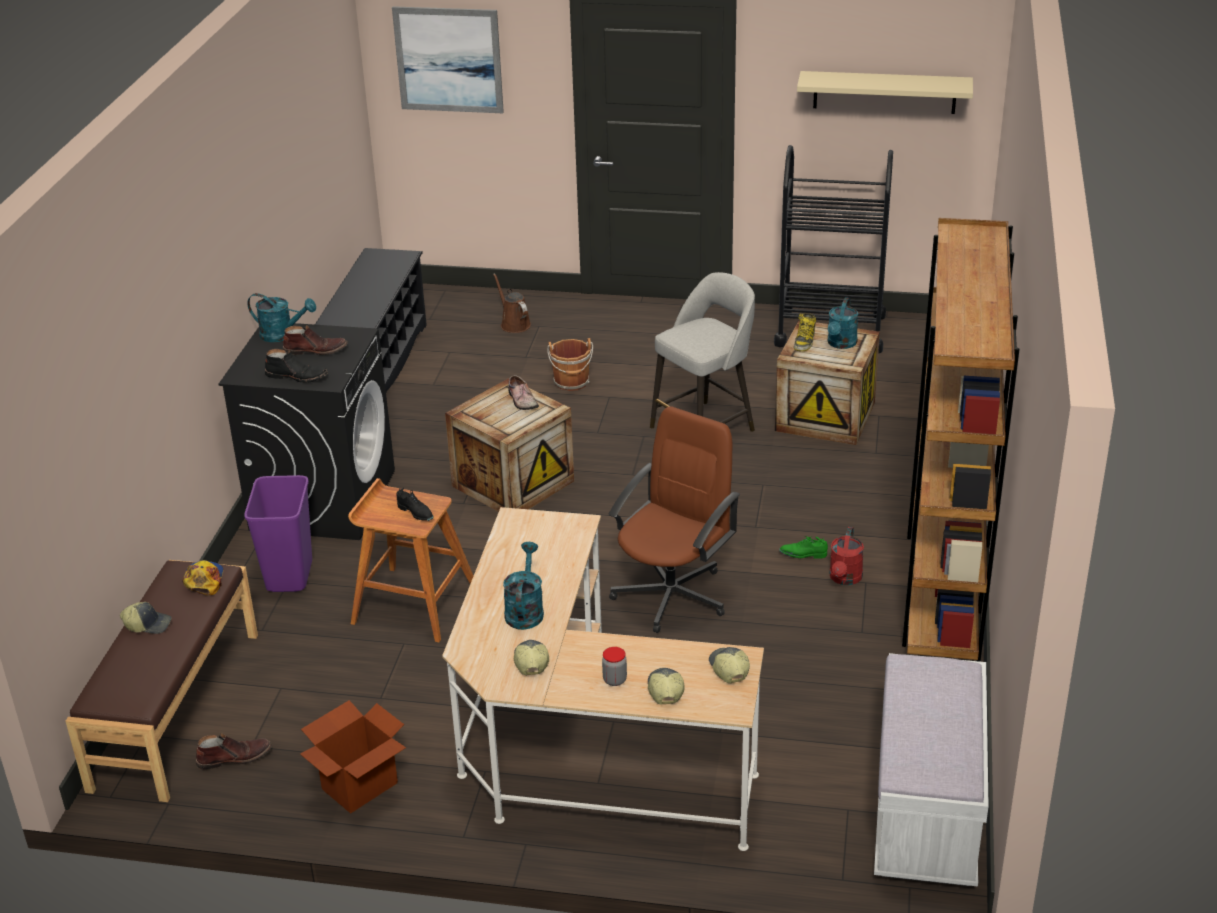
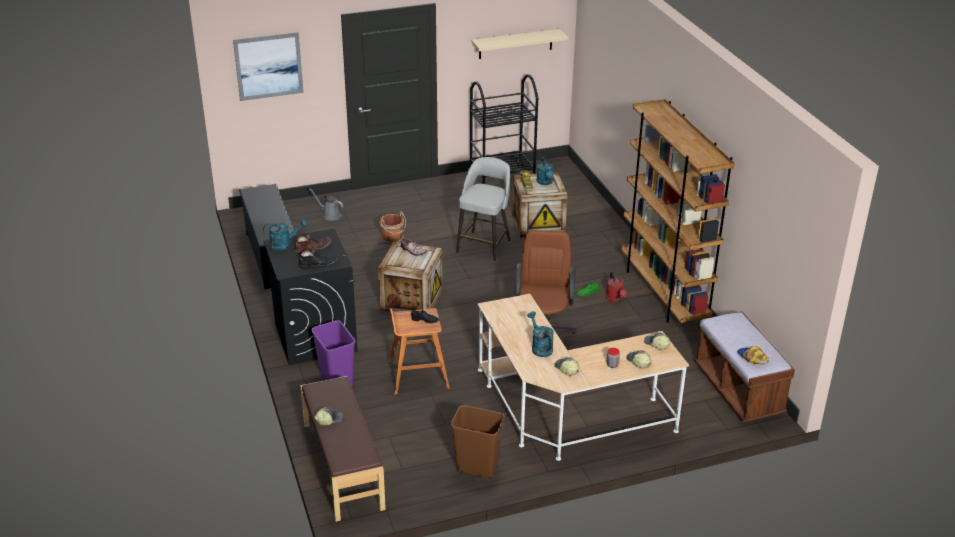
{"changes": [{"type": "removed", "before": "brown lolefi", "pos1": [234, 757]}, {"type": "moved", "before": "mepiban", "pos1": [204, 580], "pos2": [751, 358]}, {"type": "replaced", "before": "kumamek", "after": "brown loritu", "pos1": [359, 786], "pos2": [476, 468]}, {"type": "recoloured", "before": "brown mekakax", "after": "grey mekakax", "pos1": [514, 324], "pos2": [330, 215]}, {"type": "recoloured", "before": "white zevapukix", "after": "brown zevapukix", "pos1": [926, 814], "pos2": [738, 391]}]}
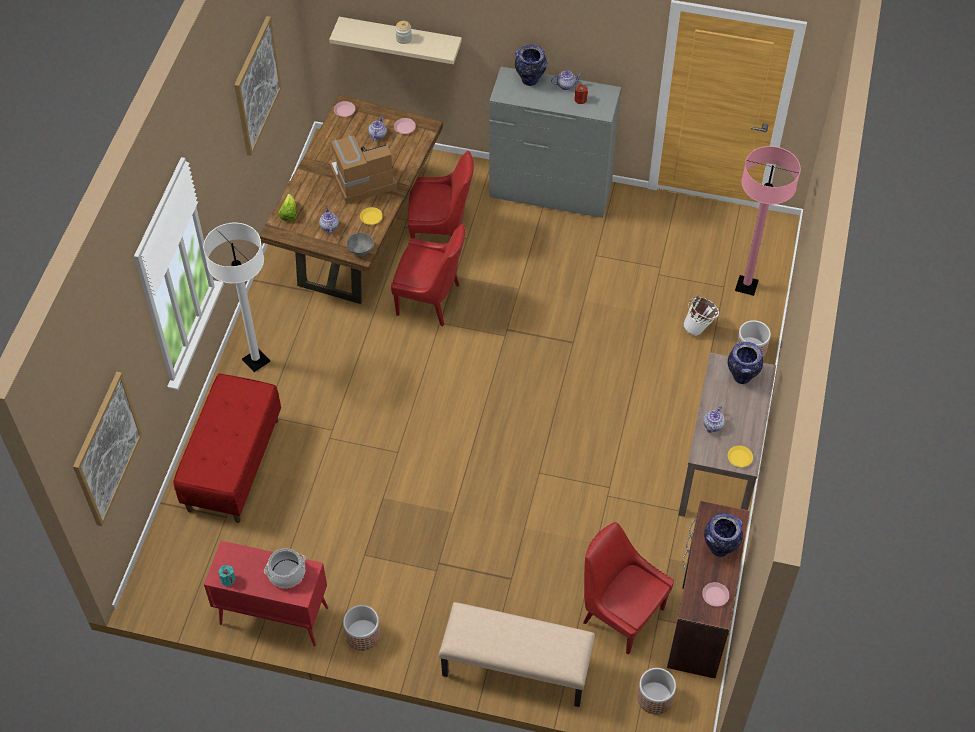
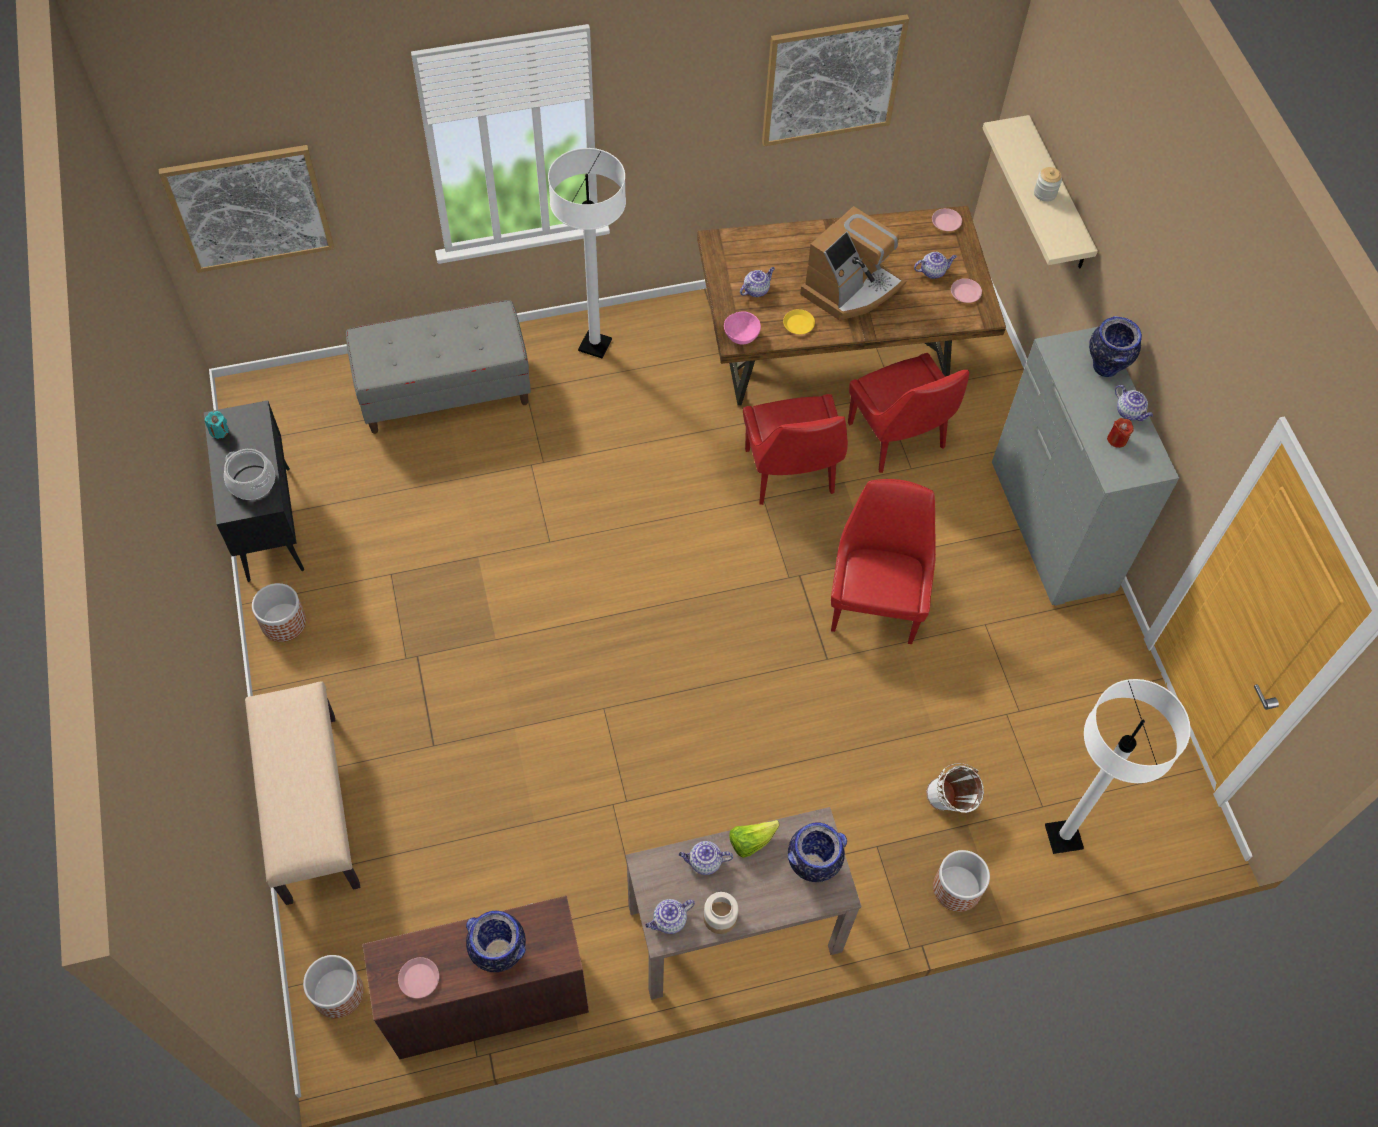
{"changes": [{"type": "added", "after": "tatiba", "pos2": [719, 917]}, {"type": "moved", "before": "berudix", "pos1": [289, 214], "pos2": [751, 841]}, {"type": "moved", "before": "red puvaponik", "pos1": [620, 614], "pos2": [875, 603]}, {"type": "replaced", "before": "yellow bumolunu", "after": "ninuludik", "pos1": [740, 458], "pos2": [669, 921]}, {"type": "recoloured", "before": "red zevapukix", "after": "grey zevapukix", "pos1": [233, 464], "pos2": [445, 391]}, {"type": "recoloured", "before": "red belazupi", "after": "black belazupi", "pos1": [273, 616], "pos2": [268, 523]}, {"type": "recoloured", "before": "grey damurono", "after": "pink damurono", "pos1": [361, 250], "pos2": [741, 337]}, {"type": "recoloured", "before": "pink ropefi", "after": "white ropefi", "pos1": [746, 286], "pos2": [1063, 837]}, {"type": "turned", "before": "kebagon", "pos1": [362, 180], "pos2": [851, 289], "turn": 90}]}
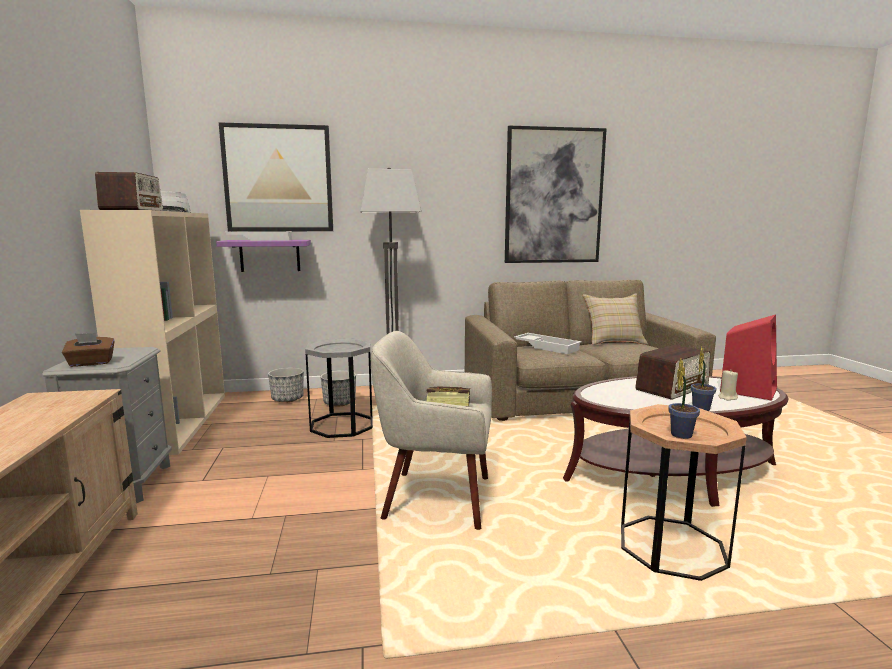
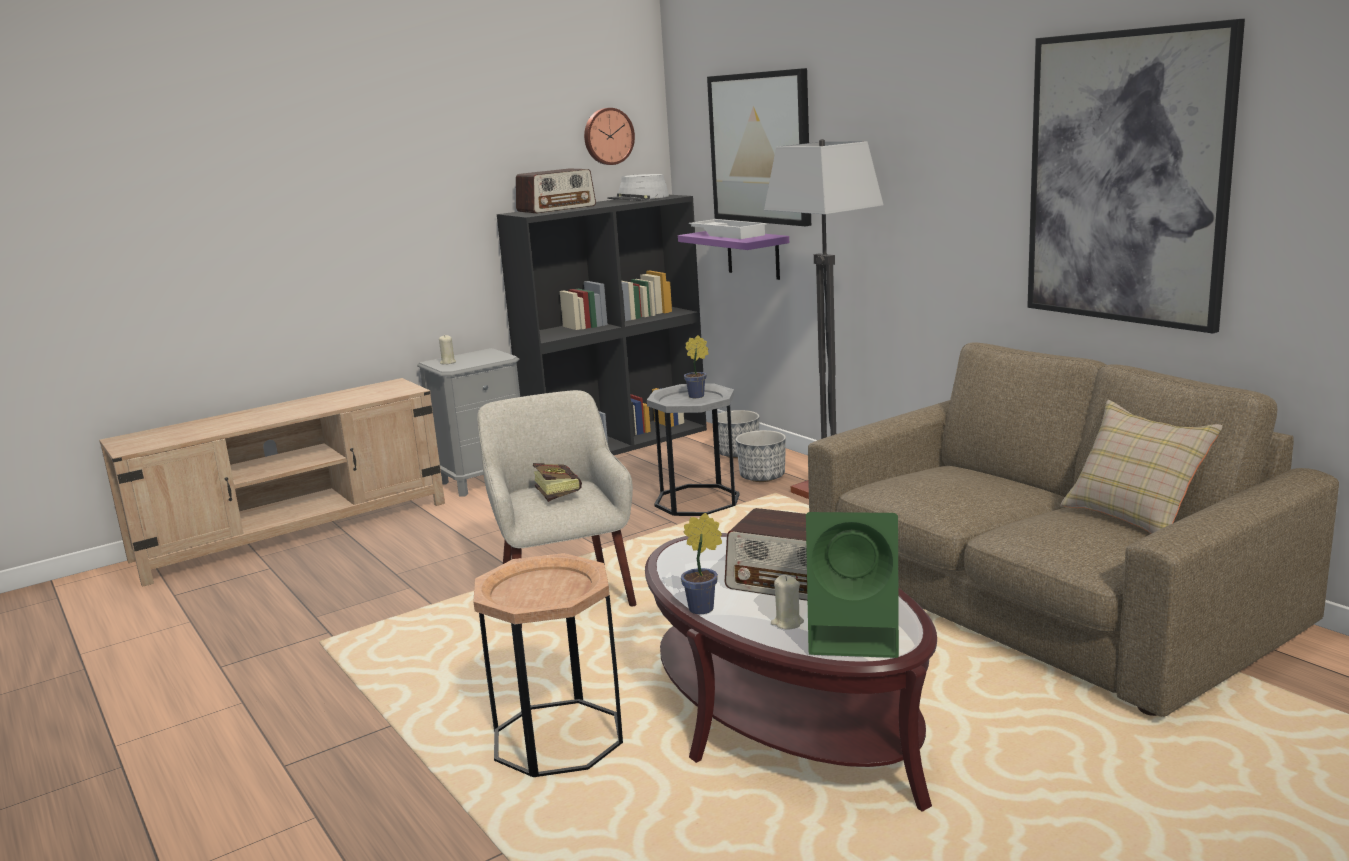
{"changes": [{"type": "removed", "before": "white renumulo", "pos1": [547, 347]}, {"type": "added", "after": "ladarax", "pos2": [607, 136]}, {"type": "moved", "before": "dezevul", "pos1": [681, 434], "pos2": [698, 396]}, {"type": "replaced", "before": "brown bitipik", "after": "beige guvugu", "pos1": [91, 363], "pos2": [448, 362]}, {"type": "recoloured", "before": "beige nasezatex", "after": "black nasezatex", "pos1": [177, 422], "pos2": [617, 443]}, {"type": "recoloured", "before": "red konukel", "after": "green konukel", "pos1": [748, 389], "pos2": [858, 635]}]}
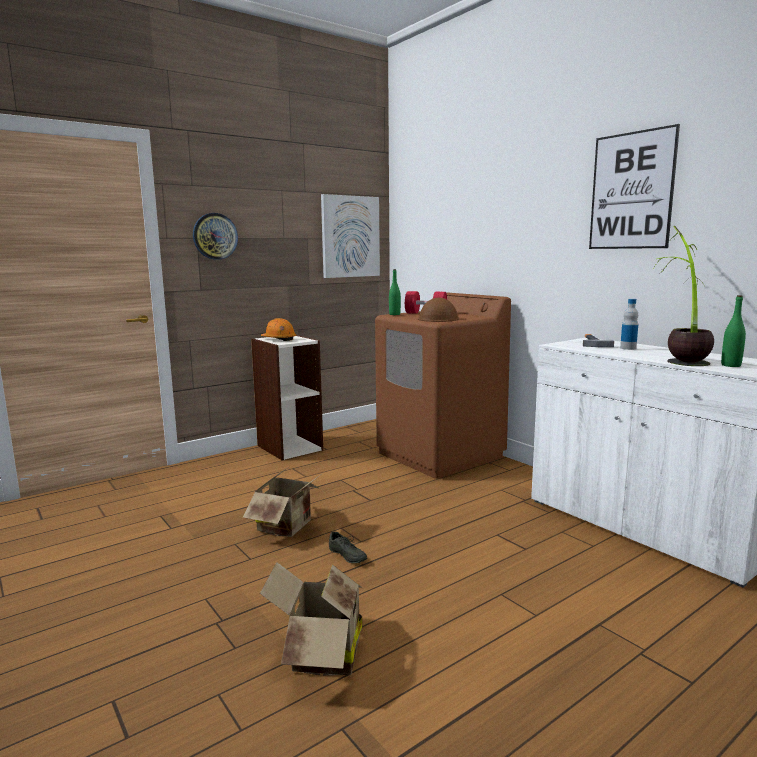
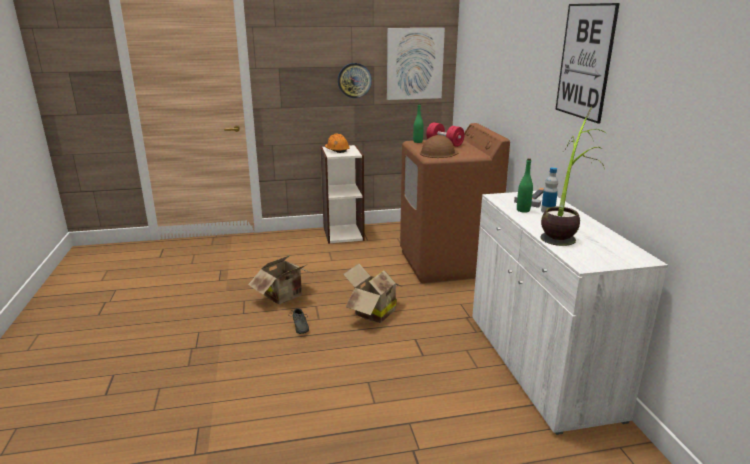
{"changes": [{"type": "moved", "before": "ladarax", "pos1": [215, 236], "pos2": [354, 80]}, {"type": "moved", "before": "kumamek", "pos1": [320, 656], "pos2": [372, 313]}, {"type": "moved", "before": "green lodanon", "pos1": [731, 365], "pos2": [523, 210]}]}
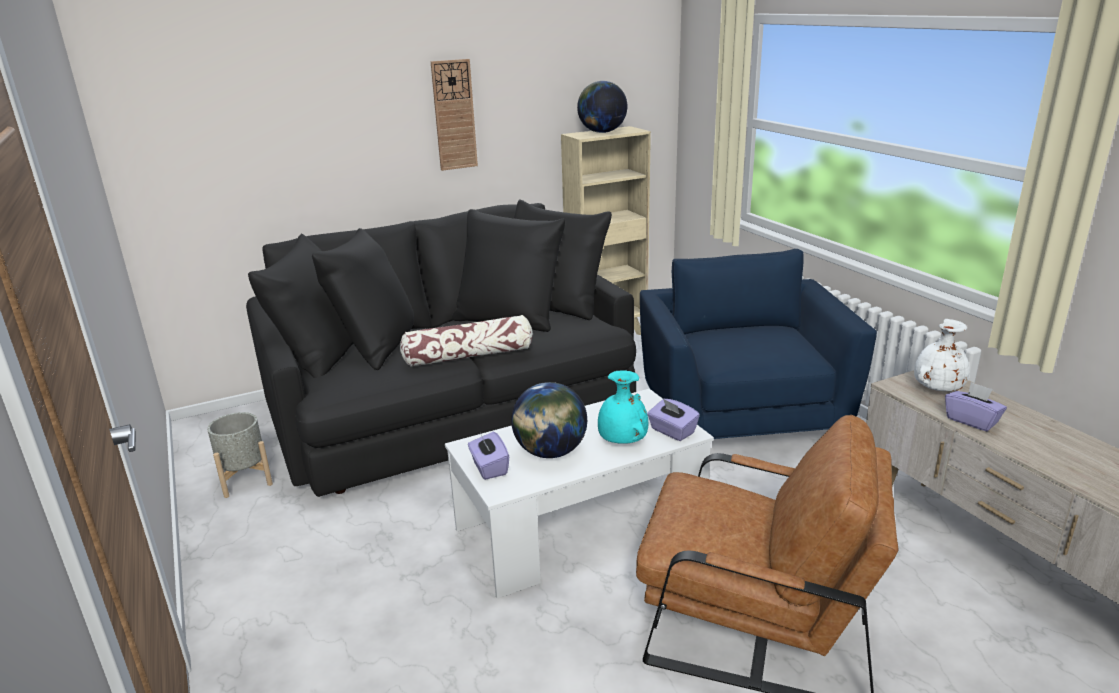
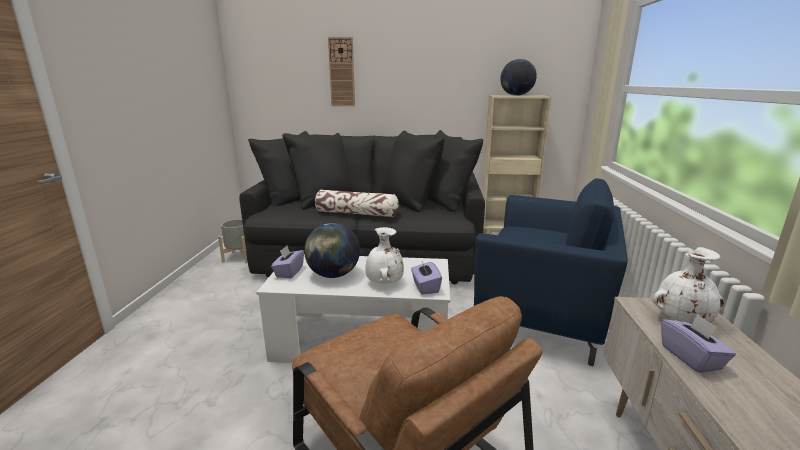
{"changes": [{"type": "moved", "before": "ladarax", "pos1": [454, 115], "pos2": [342, 72]}, {"type": "recoloured", "before": "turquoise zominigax", "after": "white zominigax", "pos1": [622, 441], "pos2": [384, 282]}, {"type": "turned", "before": "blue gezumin", "pos1": [741, 425], "pos2": [543, 316], "turn": 90}]}
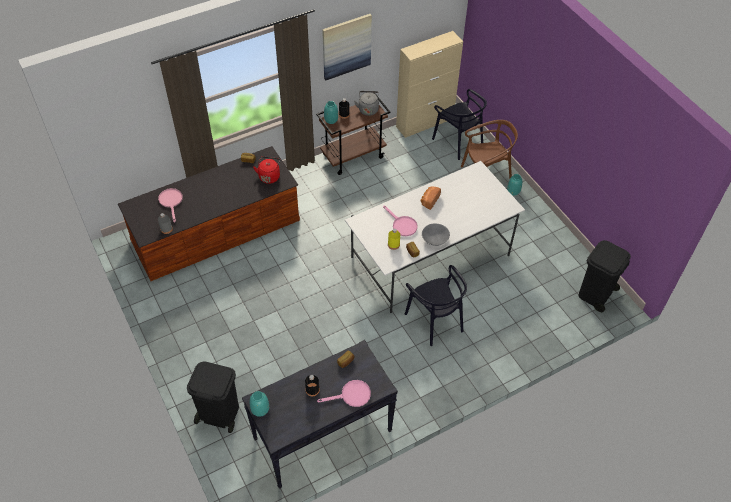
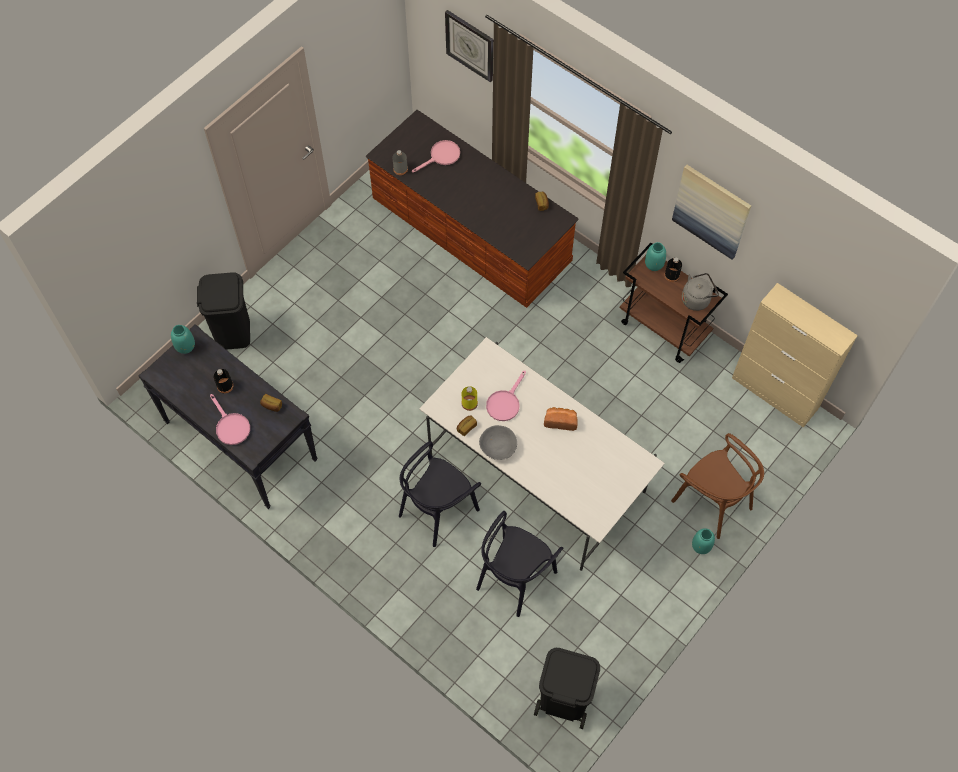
{"changes": [{"type": "removed", "before": "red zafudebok", "pos1": [269, 176]}, {"type": "added", "after": "ladarax", "pos2": [470, 45]}, {"type": "moved", "before": "black puvaponik", "pos1": [458, 141], "pos2": [515, 577]}]}
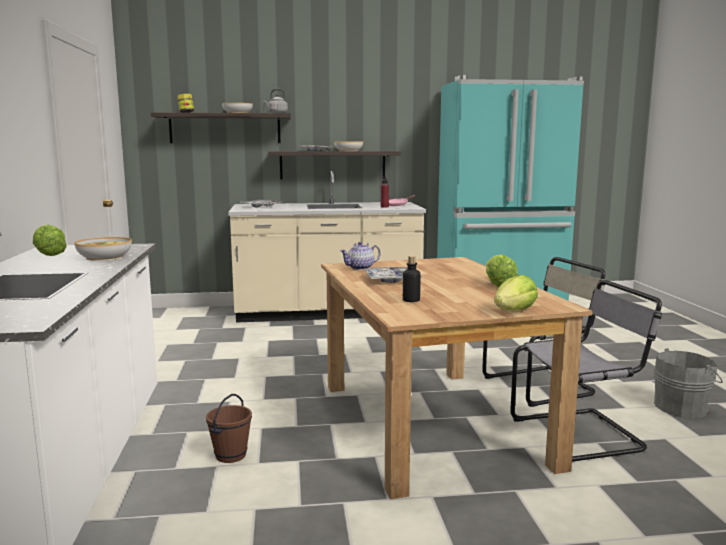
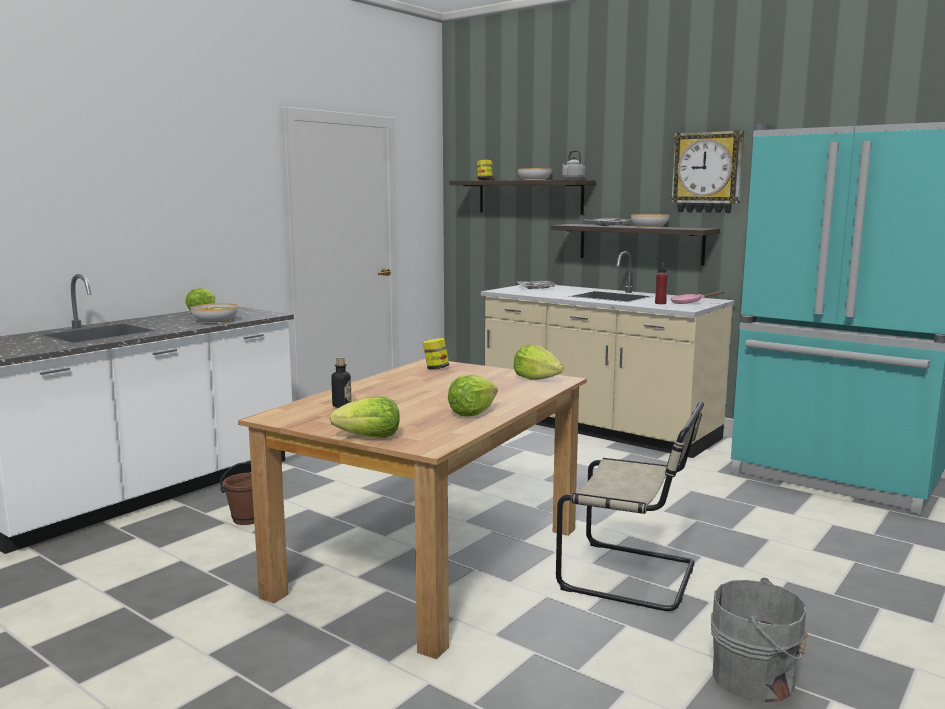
{"changes": [{"type": "removed", "before": "renumulo", "pos1": [391, 280]}, {"type": "removed", "before": "grey puvaponik", "pos1": [580, 434]}, {"type": "added", "after": "berudix", "pos2": [536, 379]}, {"type": "added", "after": "ladarax", "pos2": [707, 172]}, {"type": "replaced", "before": "ninuludik", "after": "tatiba", "pos1": [360, 268], "pos2": [436, 368]}]}
